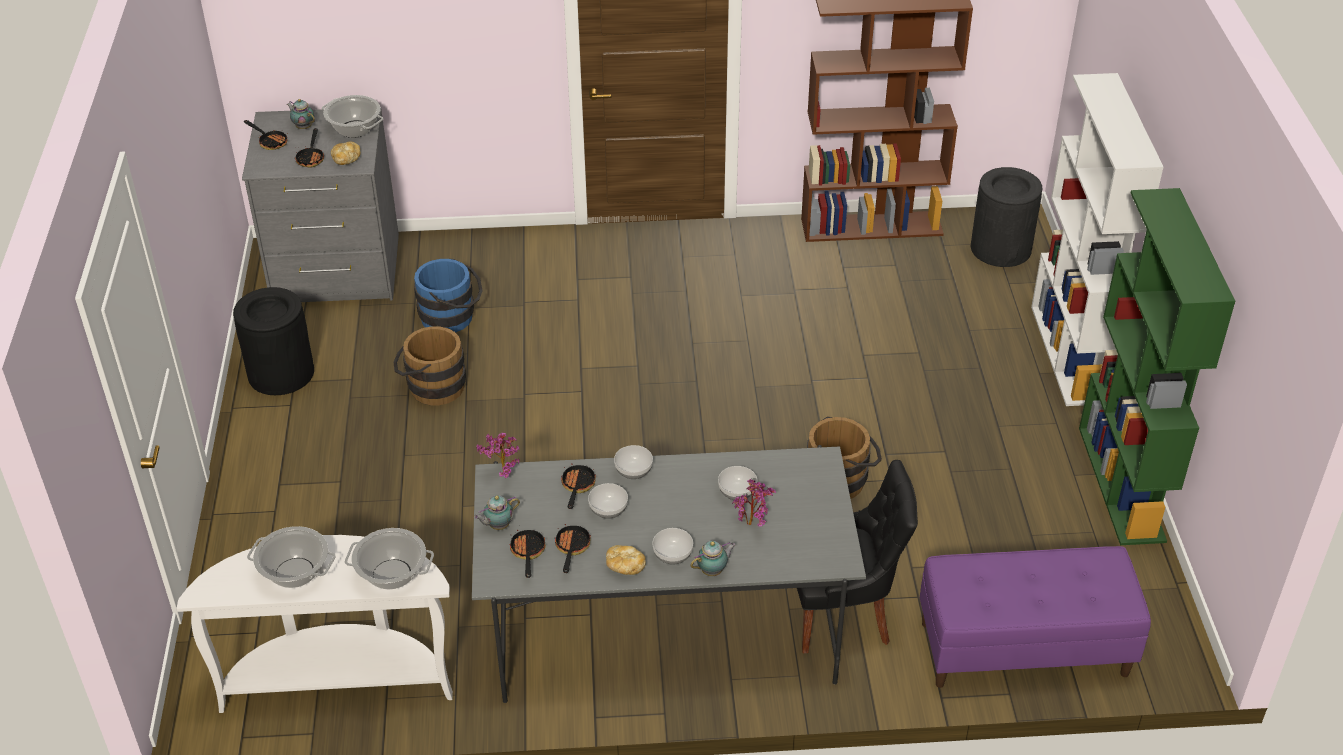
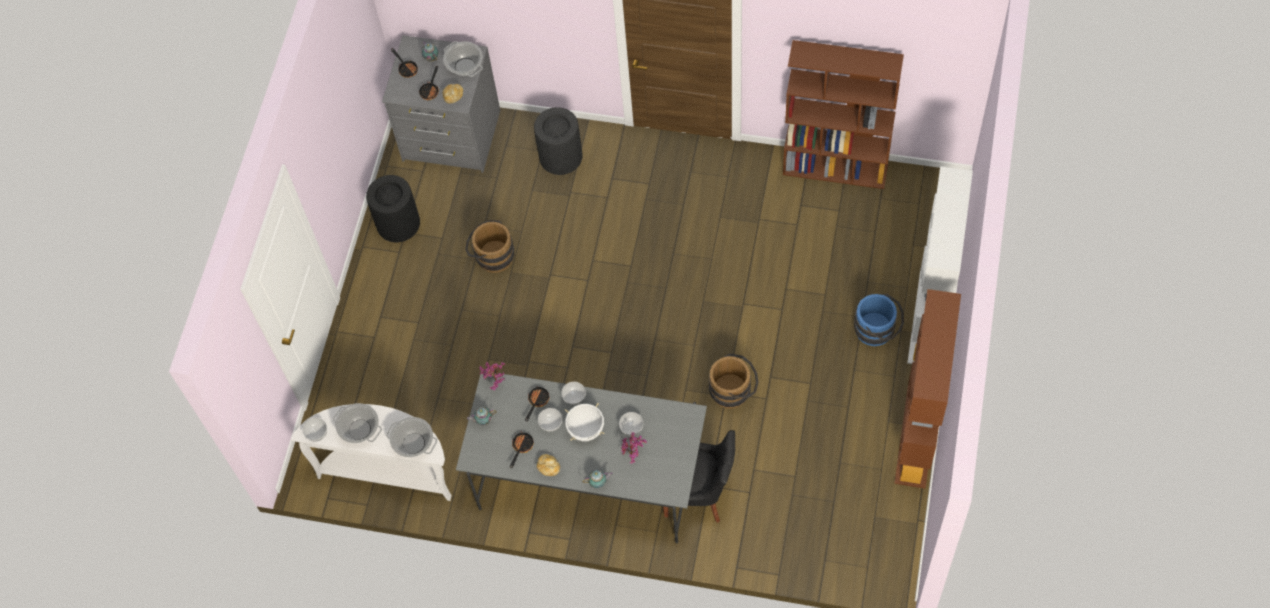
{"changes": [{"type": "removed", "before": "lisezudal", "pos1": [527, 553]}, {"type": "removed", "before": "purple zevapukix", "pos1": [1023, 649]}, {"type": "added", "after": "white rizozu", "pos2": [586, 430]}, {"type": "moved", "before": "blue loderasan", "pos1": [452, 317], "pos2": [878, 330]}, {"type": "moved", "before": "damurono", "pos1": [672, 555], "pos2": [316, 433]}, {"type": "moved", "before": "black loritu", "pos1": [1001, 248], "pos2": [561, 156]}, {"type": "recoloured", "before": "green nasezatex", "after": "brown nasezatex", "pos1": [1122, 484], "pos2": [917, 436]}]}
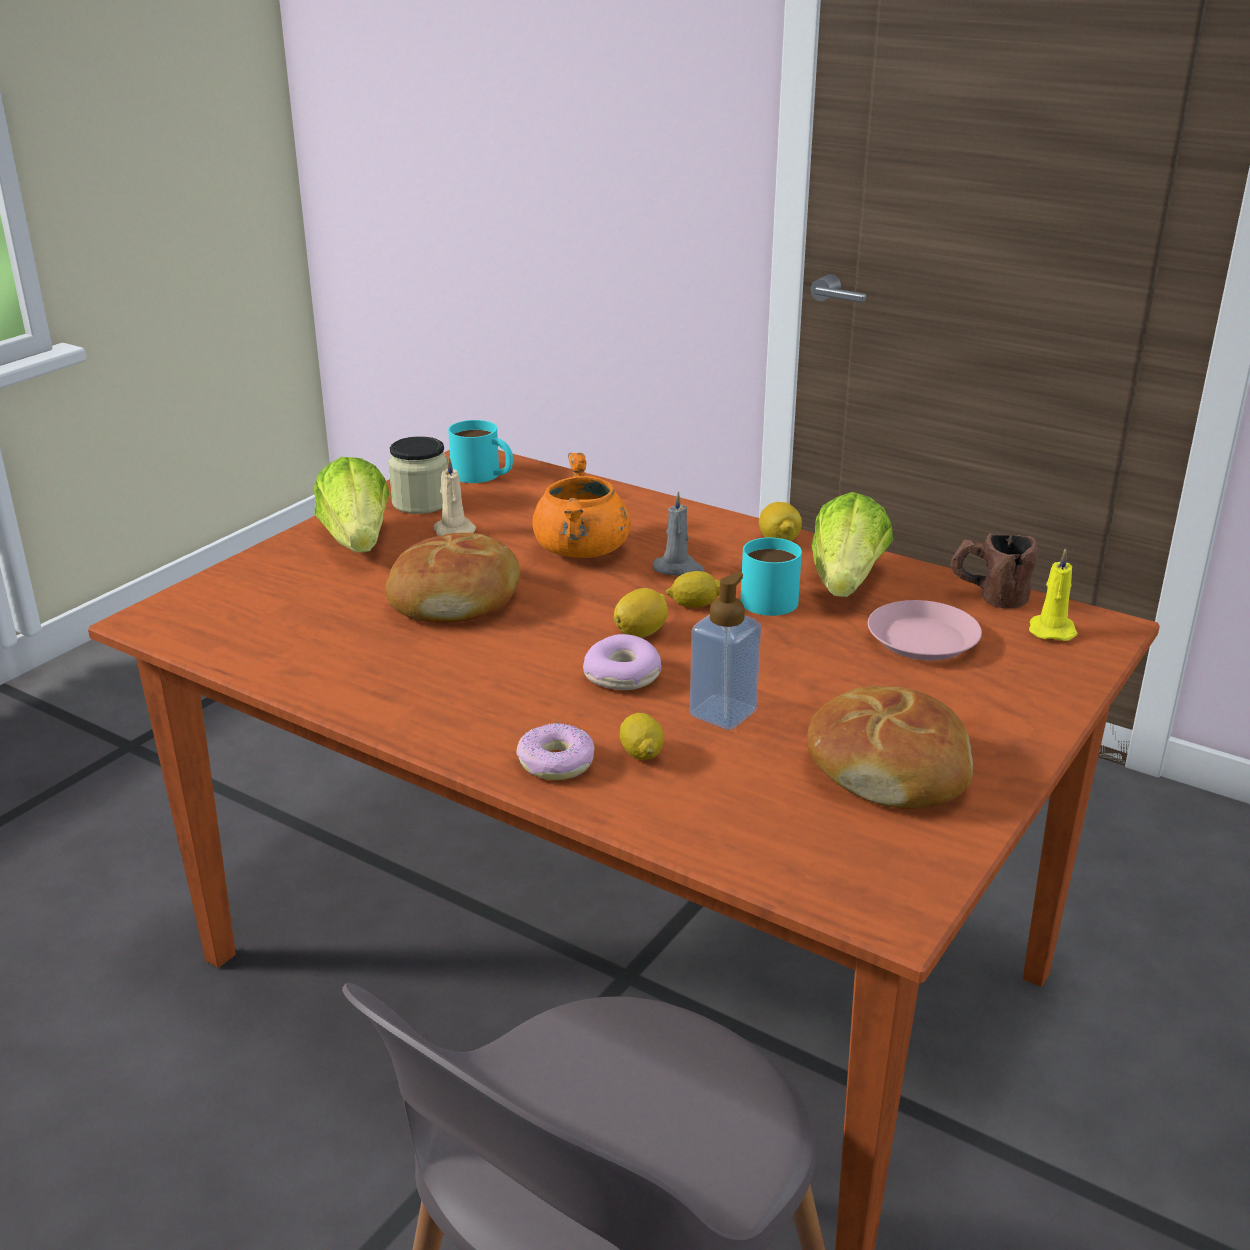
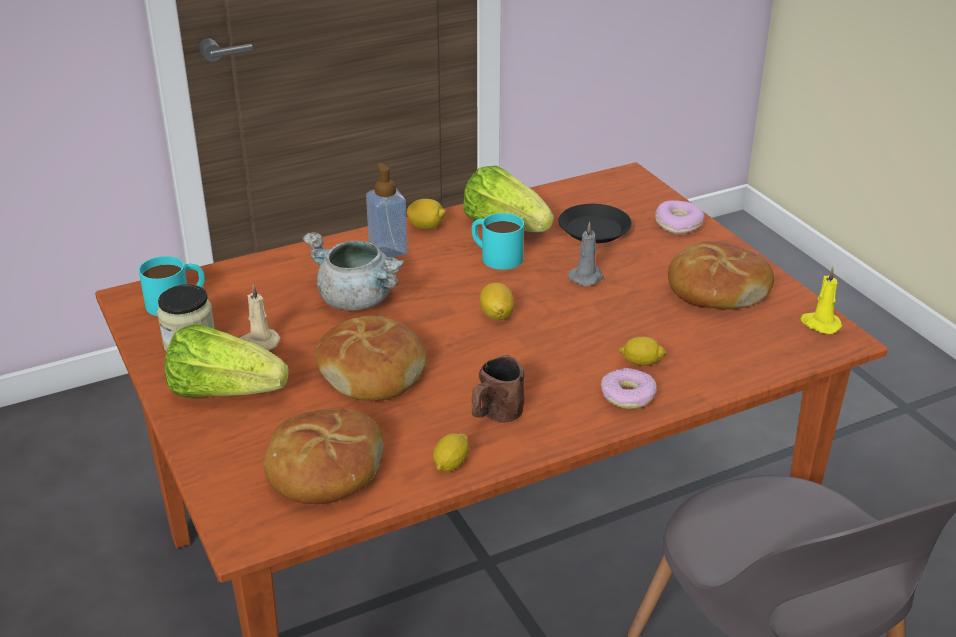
{"changes": [{"type": "added", "after": "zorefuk", "pos2": [324, 470]}, {"type": "moved", "before": "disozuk", "pos1": [623, 675], "pos2": [678, 224]}, {"type": "moved", "before": "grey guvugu", "pos1": [679, 569], "pos2": [587, 277]}, {"type": "moved", "before": "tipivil", "pos1": [694, 604], "pos2": [451, 464]}, {"type": "moved", "before": "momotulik", "pos1": [723, 713], "pos2": [388, 251]}, {"type": "moved", "before": "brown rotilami", "pos1": [988, 597], "pos2": [494, 417]}, {"type": "moved", "before": "yellow guvugu", "pos1": [1051, 629], "pos2": [819, 324]}, {"type": "recoloured", "before": "orange rizozu", "after": "grey rizozu", "pos1": [582, 551], "pos2": [358, 300]}, {"type": "recoloured", "before": "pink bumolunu", "after": "black bumolunu", "pos1": [922, 639], "pos2": [593, 229]}]}
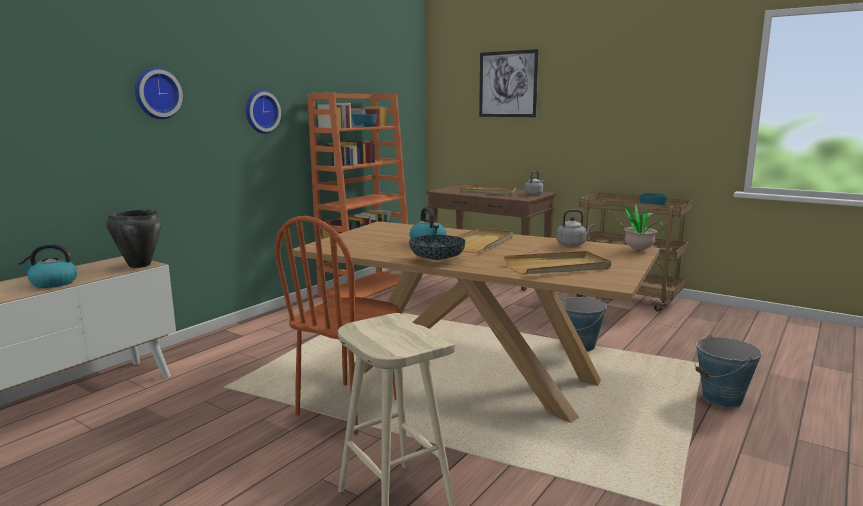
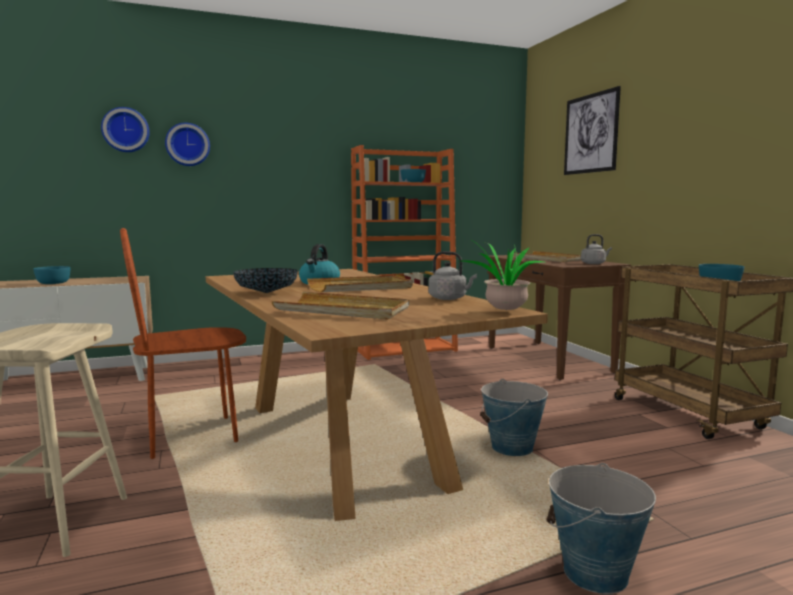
{"changes": [{"type": "removed", "before": "black rizozu", "pos1": [139, 265]}, {"type": "moved", "before": "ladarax", "pos1": [260, 111], "pos2": [126, 130]}, {"type": "replaced", "before": "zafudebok", "after": "turquoise damurono", "pos1": [53, 283], "pos2": [53, 283]}]}
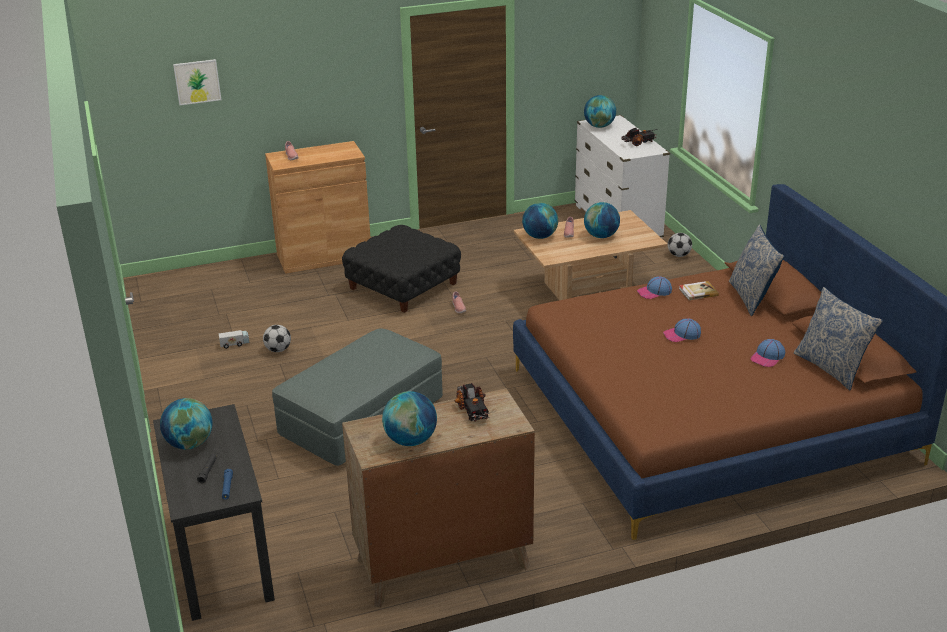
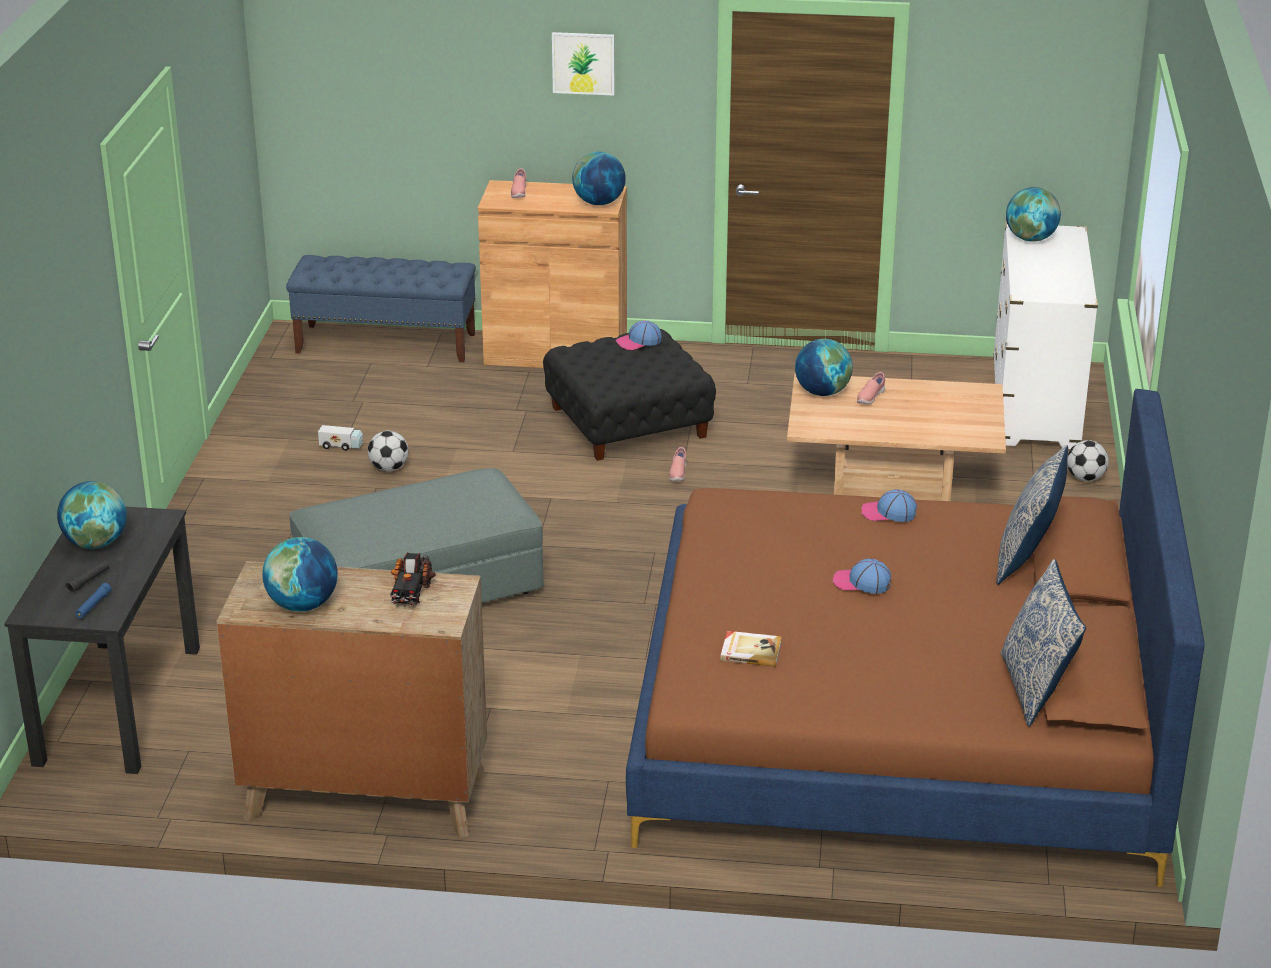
{"changes": [{"type": "removed", "before": "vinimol", "pos1": [639, 142]}, {"type": "added", "after": "blue zevapukix", "pos2": [386, 343]}, {"type": "moved", "before": "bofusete", "pos1": [197, 82], "pos2": [583, 63]}, {"type": "moved", "before": "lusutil", "pos1": [601, 236], "pos2": [599, 203]}, {"type": "moved", "before": "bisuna", "pos1": [697, 292], "pos2": [750, 651]}, {"type": "moved", "before": "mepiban", "pos1": [767, 357], "pos2": [638, 342]}]}
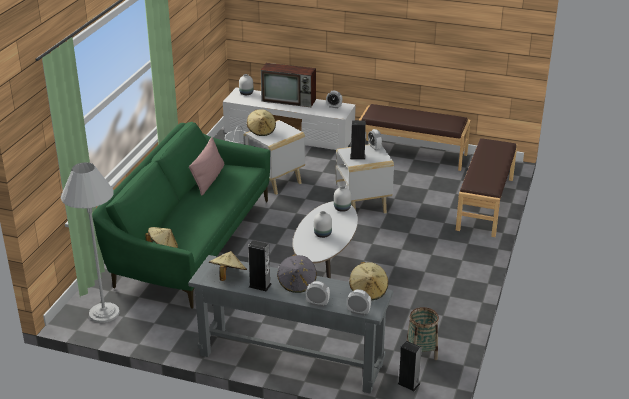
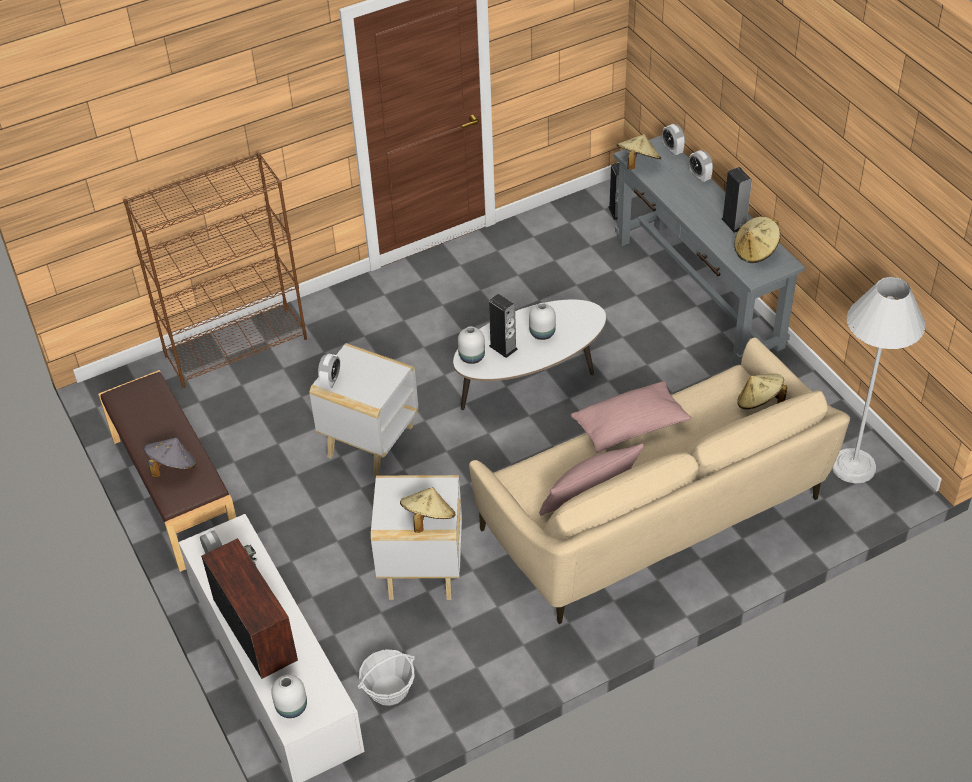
{"changes": [{"type": "removed", "before": "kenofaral", "pos1": [421, 353]}, {"type": "added", "after": "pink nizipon", "pos2": [630, 427]}, {"type": "moved", "before": "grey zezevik", "pos1": [297, 283], "pos2": [172, 467]}, {"type": "moved", "before": "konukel", "pos1": [357, 156], "pos2": [503, 347]}, {"type": "replaced", "before": "brown zevapukix", "after": "brown nasezatex", "pos1": [486, 204], "pos2": [236, 347]}, {"type": "recoloured", "before": "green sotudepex", "after": "beige sotudepex", "pos1": [191, 243], "pos2": [656, 517]}]}
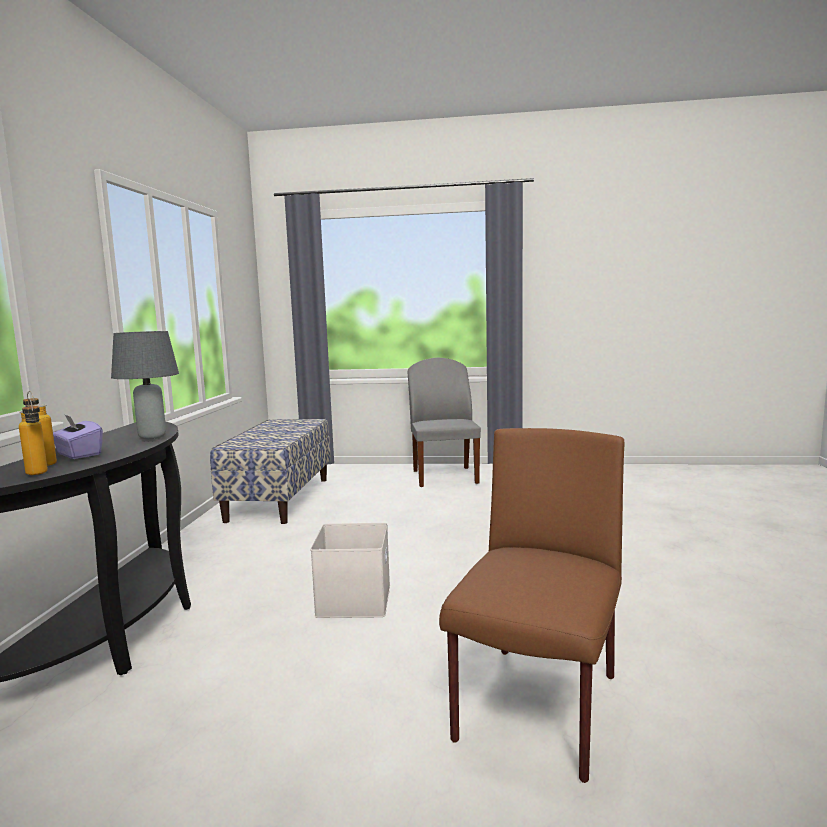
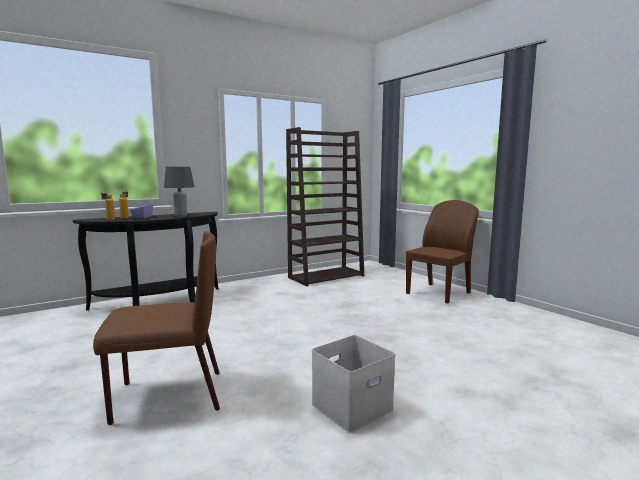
{"changes": [{"type": "moved", "before": "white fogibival", "pos1": [352, 599], "pos2": [352, 406]}, {"type": "replaced", "before": "zevapukix", "after": "brown nasezatex", "pos1": [279, 499], "pos2": [326, 276]}, {"type": "recoloured", "before": "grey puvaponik", "after": "brown puvaponik", "pos1": [444, 476], "pos2": [439, 293]}]}
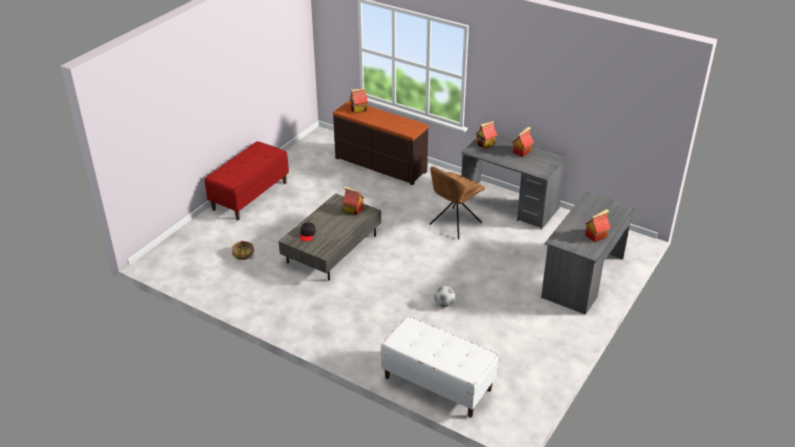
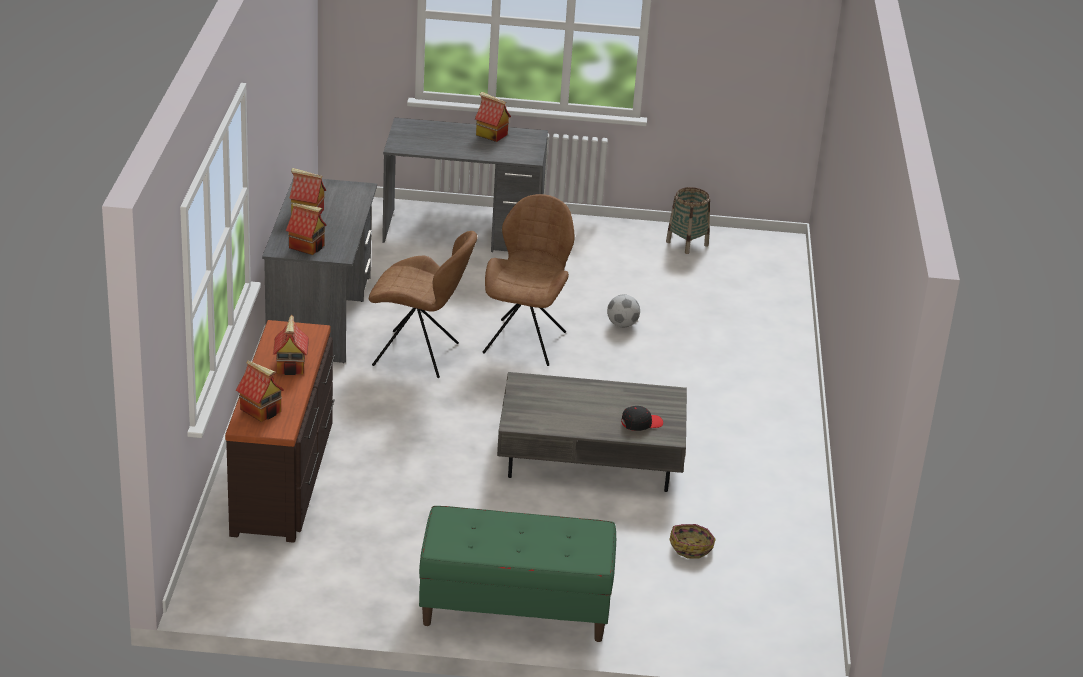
{"changes": [{"type": "removed", "before": "white zevapukix", "pos1": [437, 383]}, {"type": "added", "after": "brown puvaponik", "pos2": [525, 341]}, {"type": "added", "after": "kenofaral", "pos2": [687, 243]}, {"type": "moved", "before": "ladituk", "pos1": [353, 210], "pos2": [291, 366]}, {"type": "recoloured", "before": "red zevapukix", "after": "green zevapukix", "pos1": [250, 195], "pos2": [514, 609]}]}
